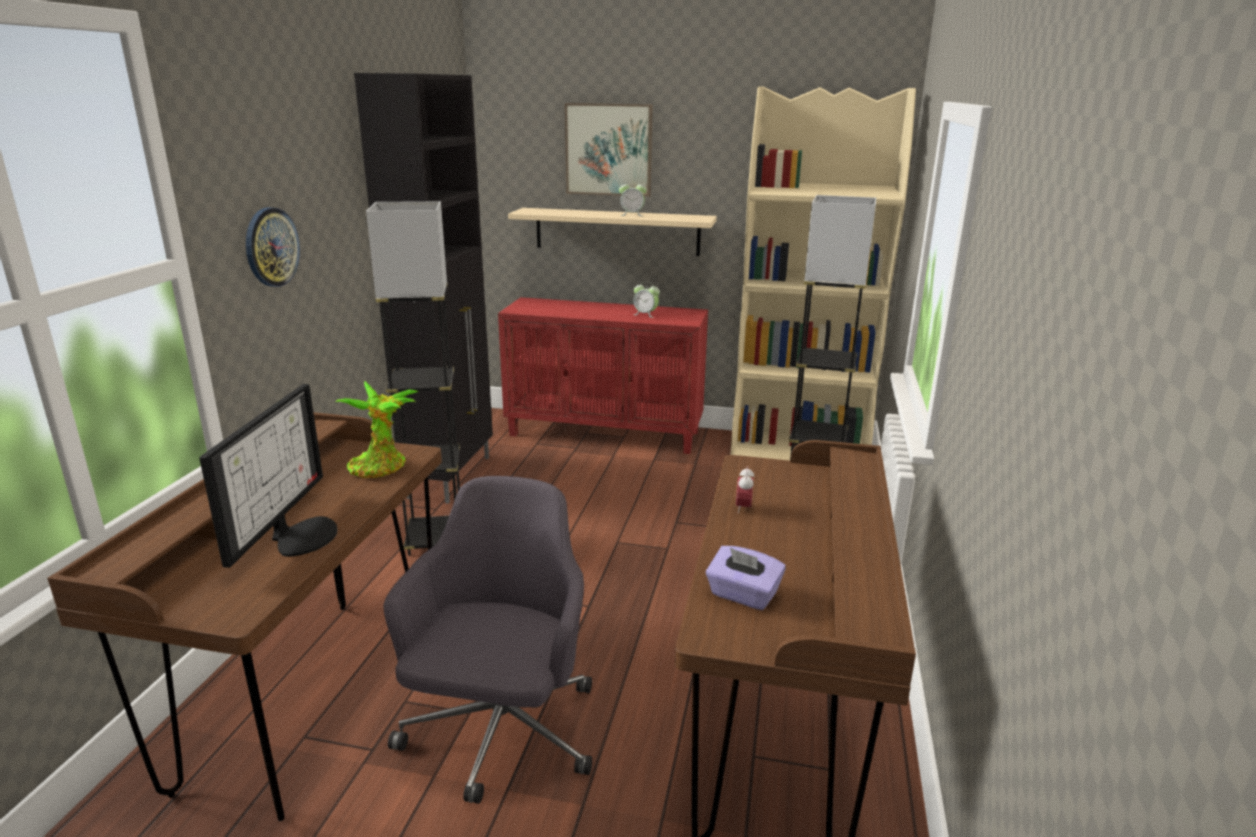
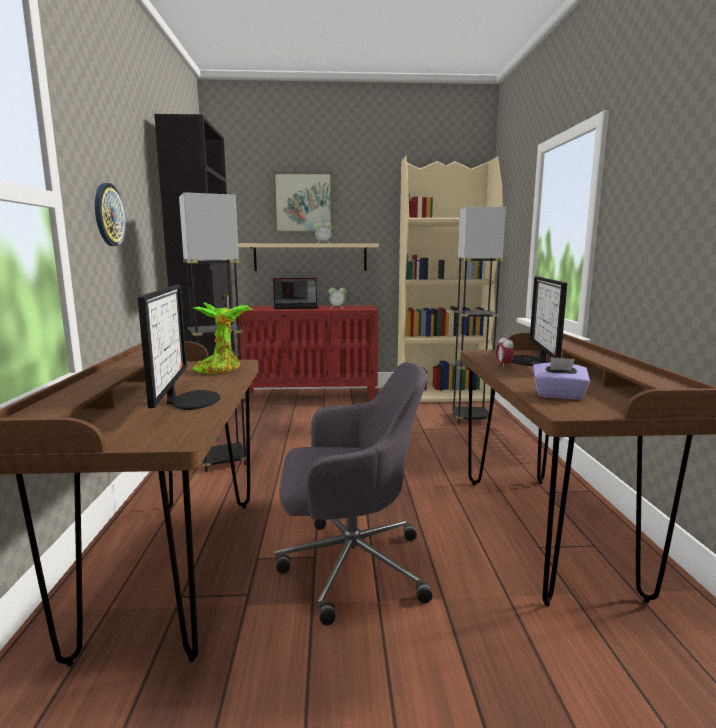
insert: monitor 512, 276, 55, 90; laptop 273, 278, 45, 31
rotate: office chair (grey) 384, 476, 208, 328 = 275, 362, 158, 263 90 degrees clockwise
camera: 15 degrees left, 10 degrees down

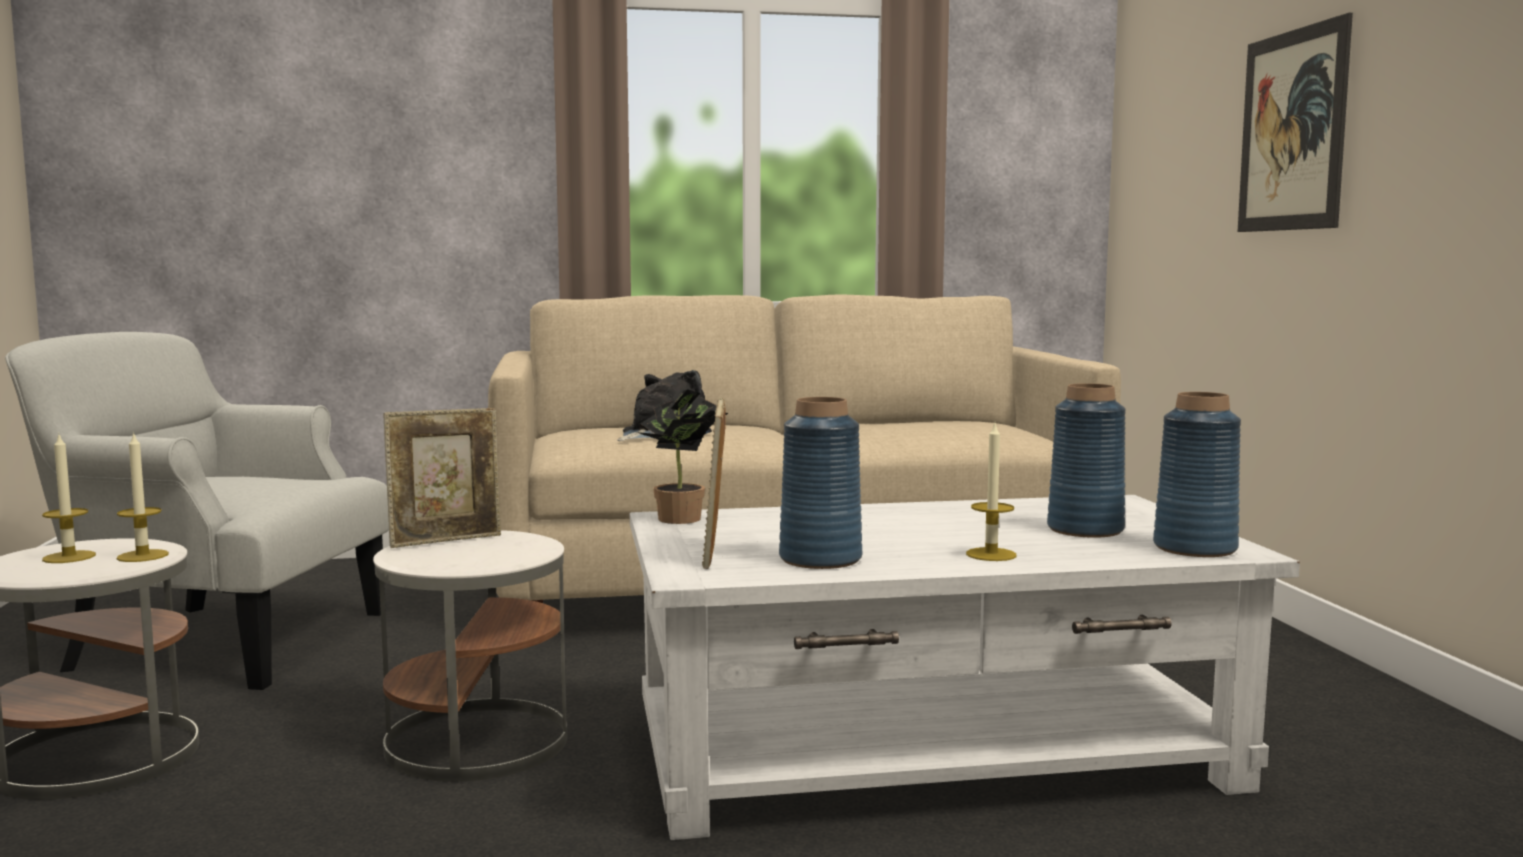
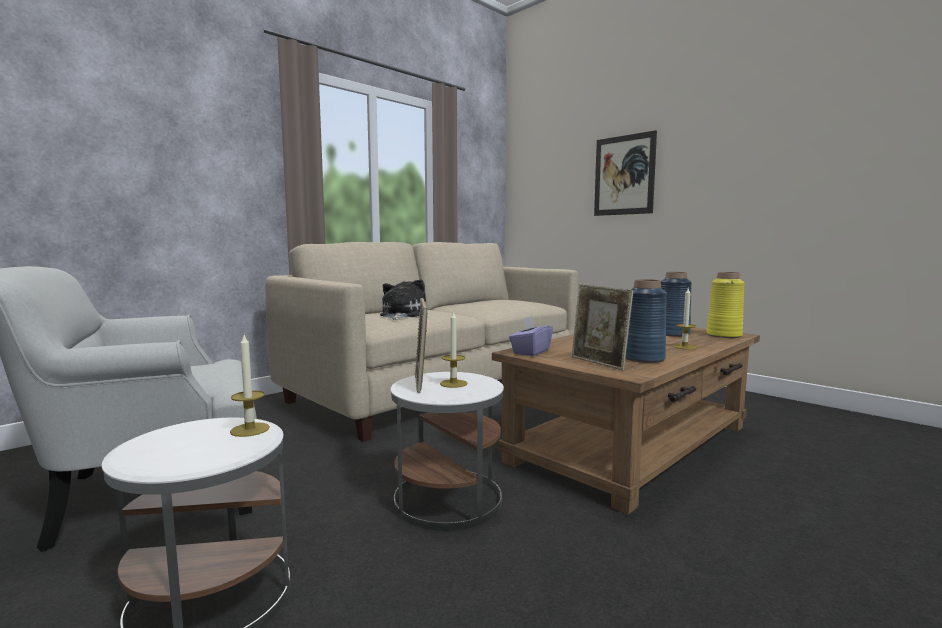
move: candle 42, 432, 54, 131 to 440, 310, 27, 78
replace: potted plant 637, 389, 91, 135 to tissue box (purple) 509, 316, 44, 40
recolor: vase (blue) 1153, 392, 88, 165 to vase (yellow) 706, 272, 38, 66; coffee table (white) 629, 495, 671, 345 to coffee table (brown) 492, 328, 268, 187
rotate: picture frame 383, 408, 118, 140 = 415, 298, 12, 95 150 degrees clockwise
camera: 35 degrees left, 0 degrees up

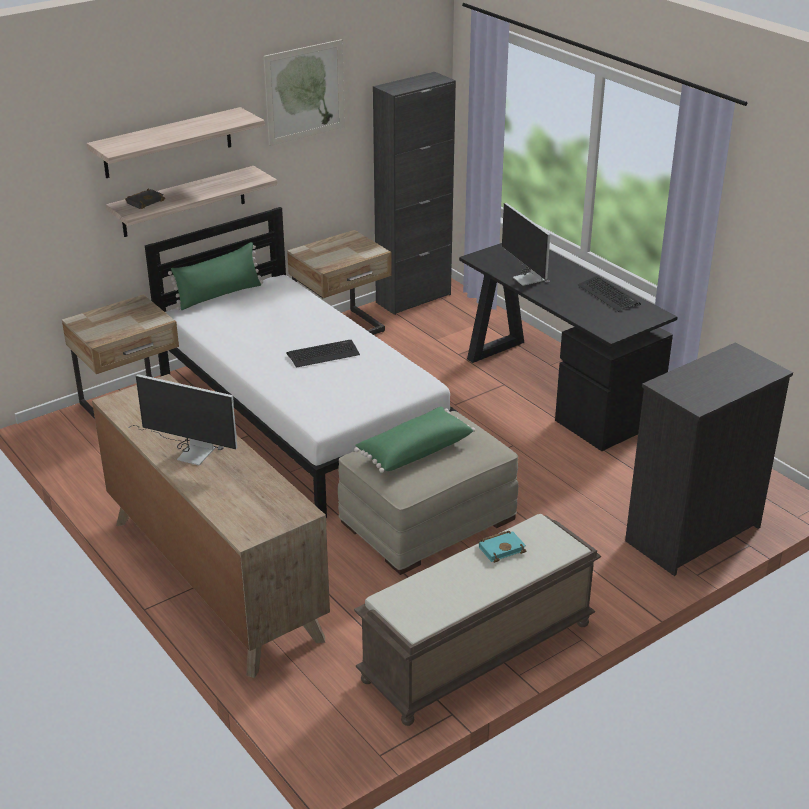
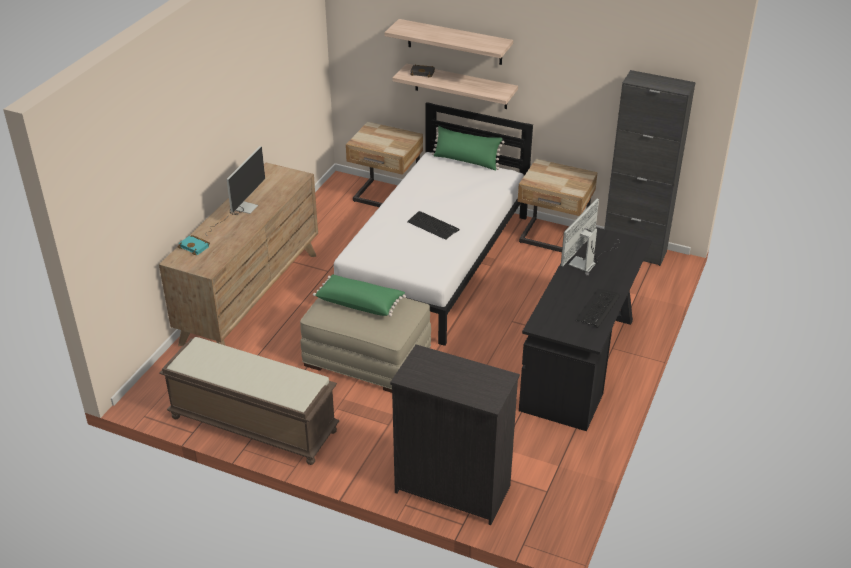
delete: picture 263, 39, 82, 107
move: book (turquoise) 478, 531, 48, 32 to 177, 235, 33, 20
rotate: monitor 128, 374, 109, 91 = 206, 146, 59, 90 150 degrees counterclockwise
camera: 60 degrees right, 5 degrees up

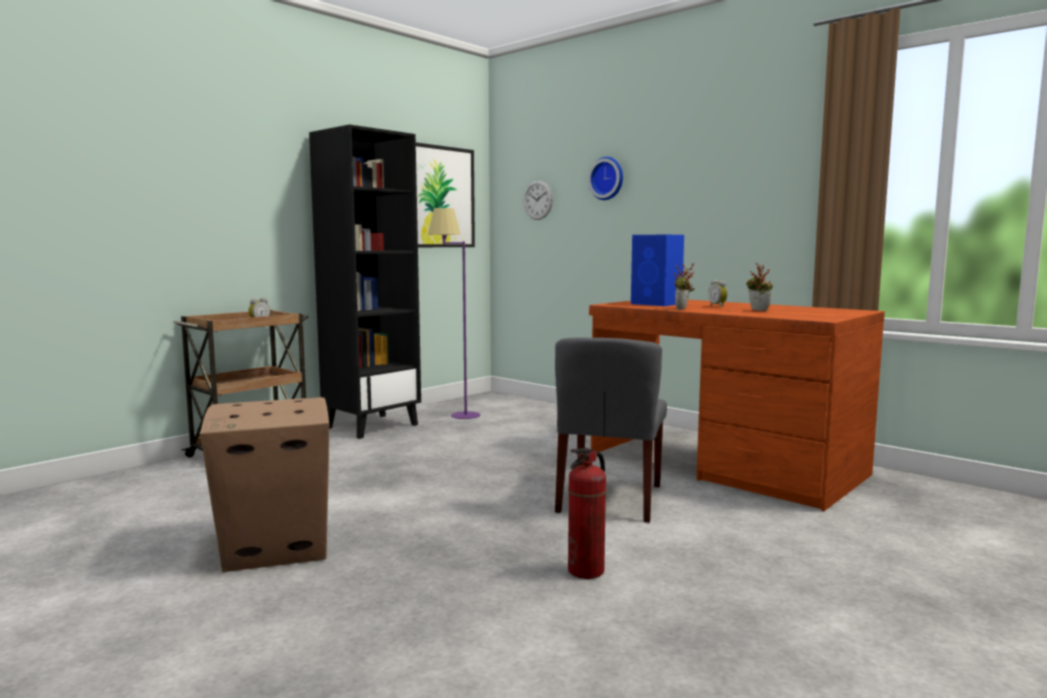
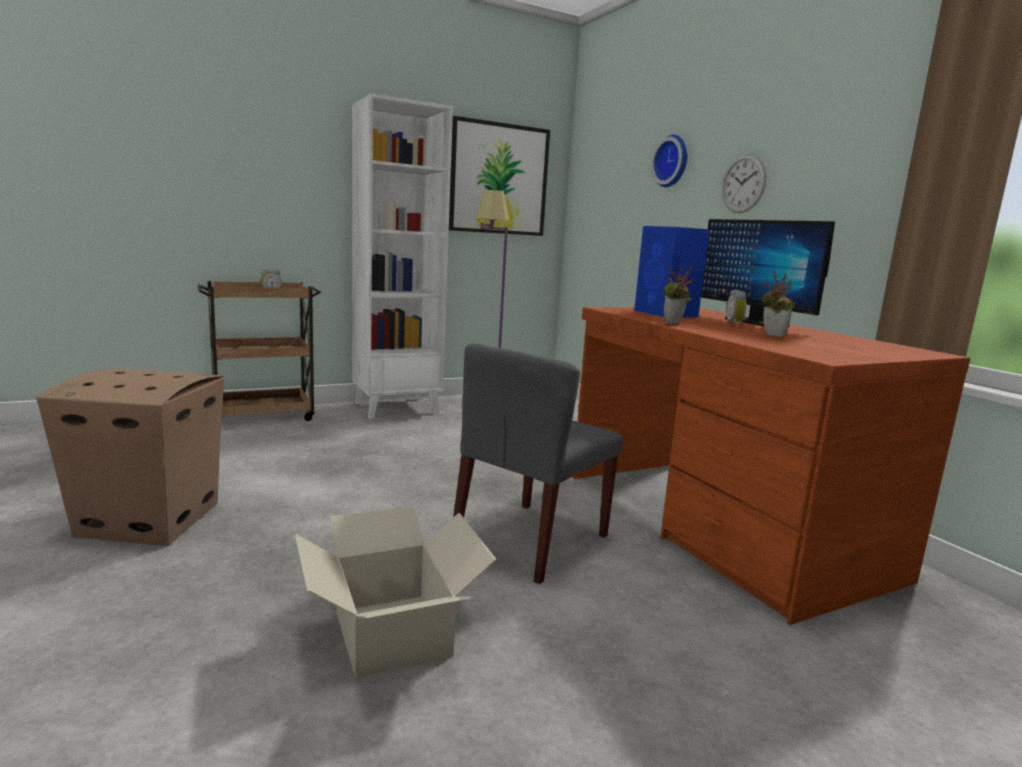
insert: monitor 701, 219, 134, 107
move: wall clock 524, 181, 29, 39 to 722, 154, 44, 59
replace: fire extinguisher 568, 448, 38, 131 to cardboard box 295, 506, 202, 173
recolor: bookcase (black) 309, 125, 112, 314 to bookcase (white) 352, 94, 101, 325
camera: 20 degrees right, 5 degrees up

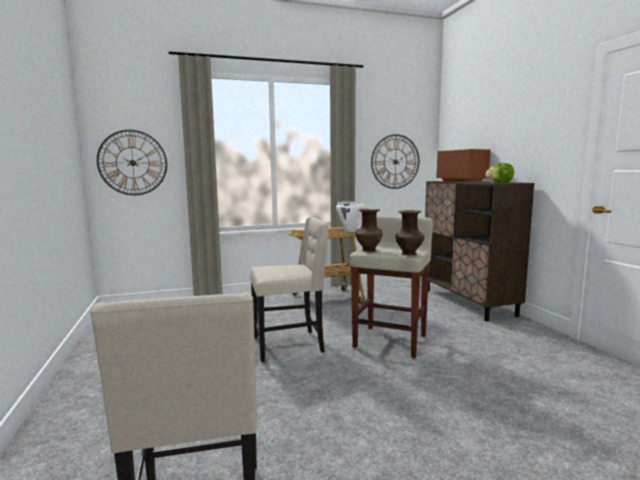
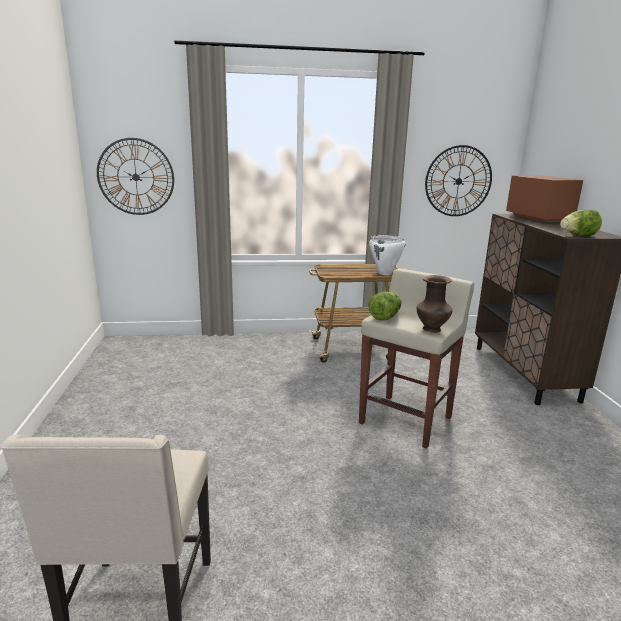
delete: chair (beige) 250, 217, 79, 145
replace: vase (brown) 355, 209, 27, 43 to lettuce 368, 292, 34, 29
camera: 10 degrees right, 10 degrees up

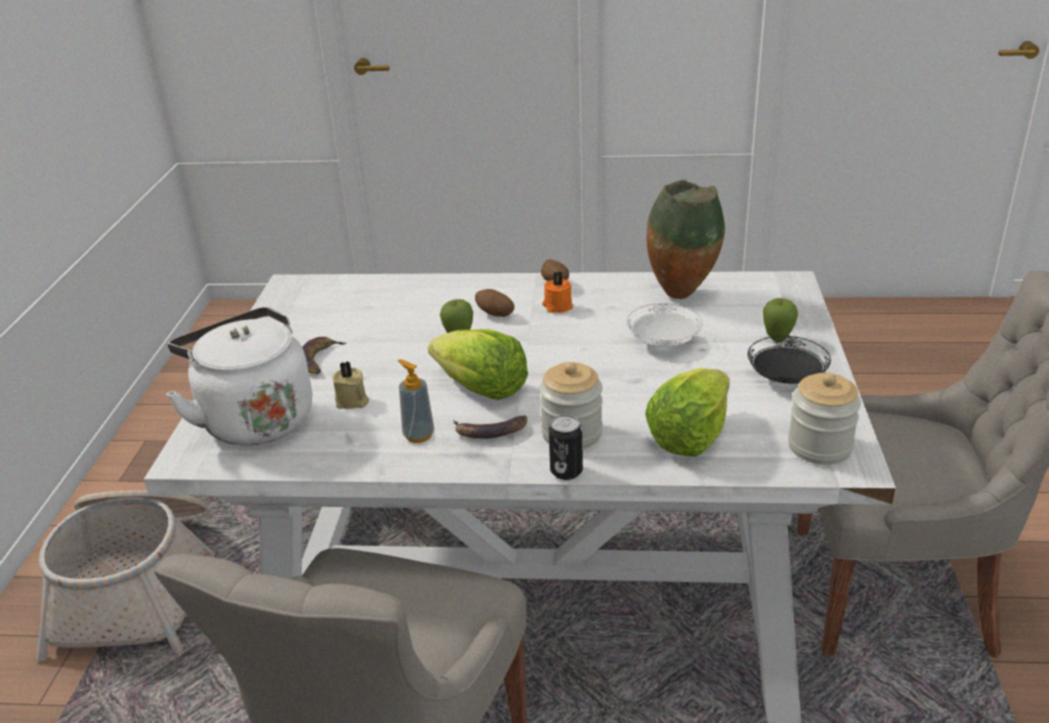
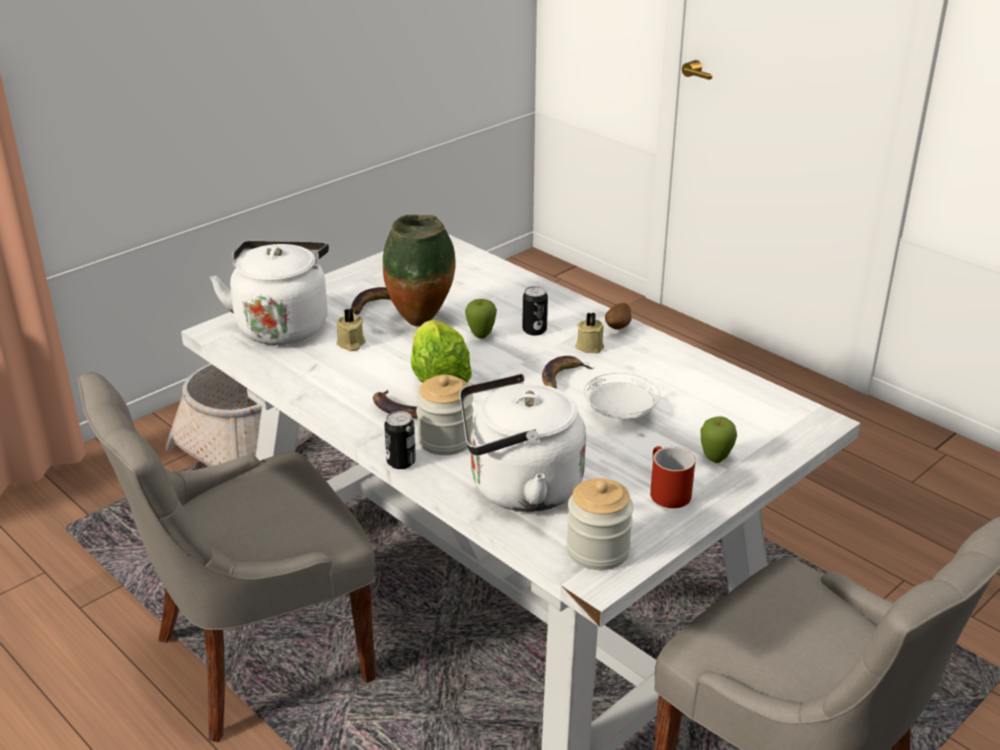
delete: soap dispenser 397, 359, 37, 84
insert: banana 542, 356, 52, 33
move: vase 646, 180, 79, 119 to 383, 215, 73, 111
replace: potato 475, 289, 39, 28 to can 522, 286, 26, 50; plate (black) 748, 336, 83, 48 to mug (red) 650, 446, 45, 62; lettuce 645, 368, 85, 89 to kettle (white) 459, 374, 127, 138
recolor: candle (orange) 542, 272, 31, 41 to candle (beige) 575, 312, 29, 41
camera: 40 degrees right, 0 degrees up

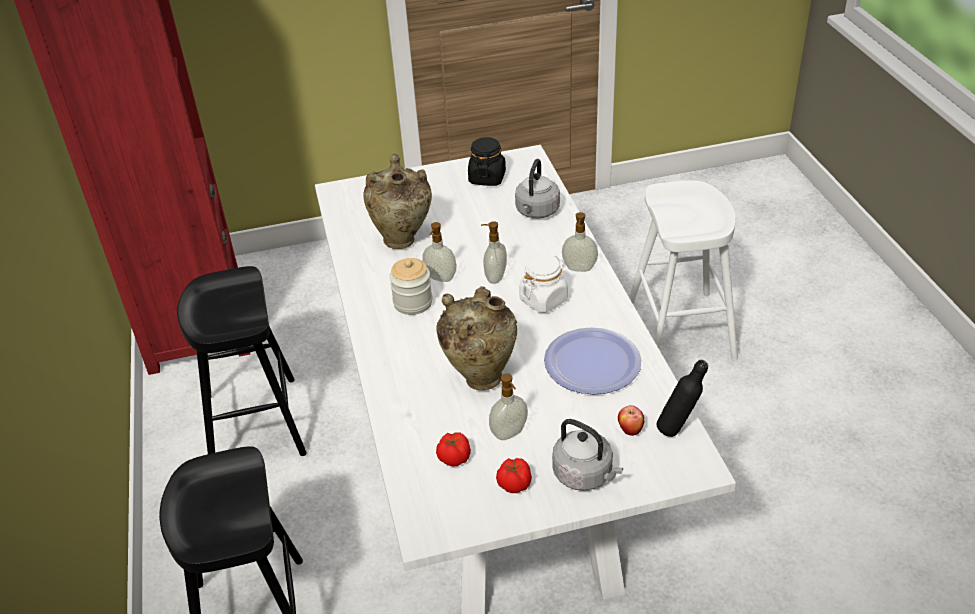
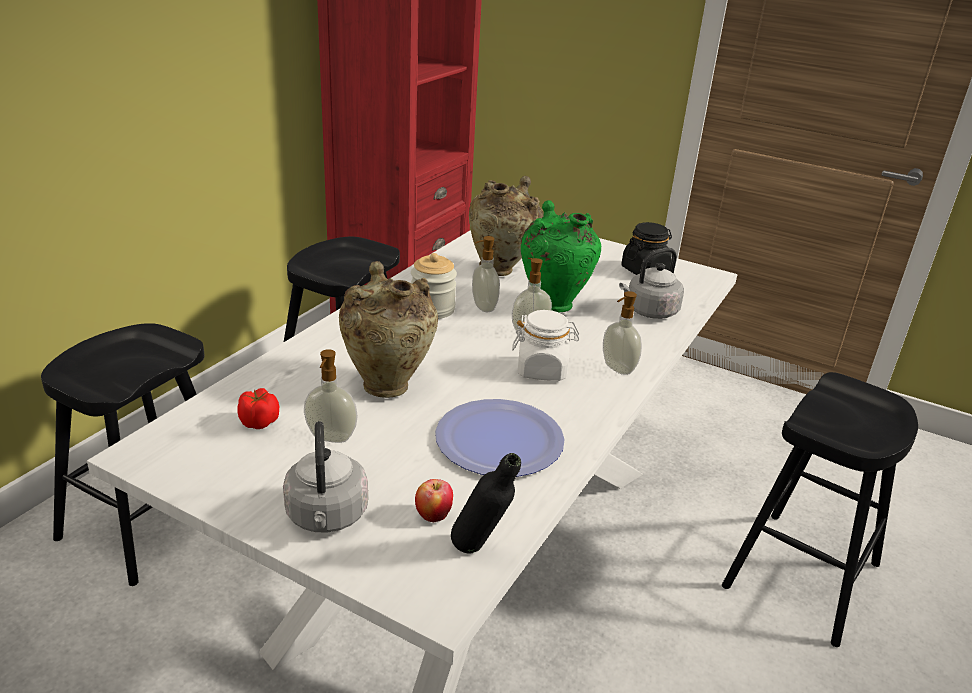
delete: tomato 496, 458, 36, 35
insert: vase (green) 521, 200, 80, 112
recolor: stool (white) 629, 180, 109, 180 to stool (black) 722, 372, 196, 275
camera: 40 degrees right, 10 degrees down

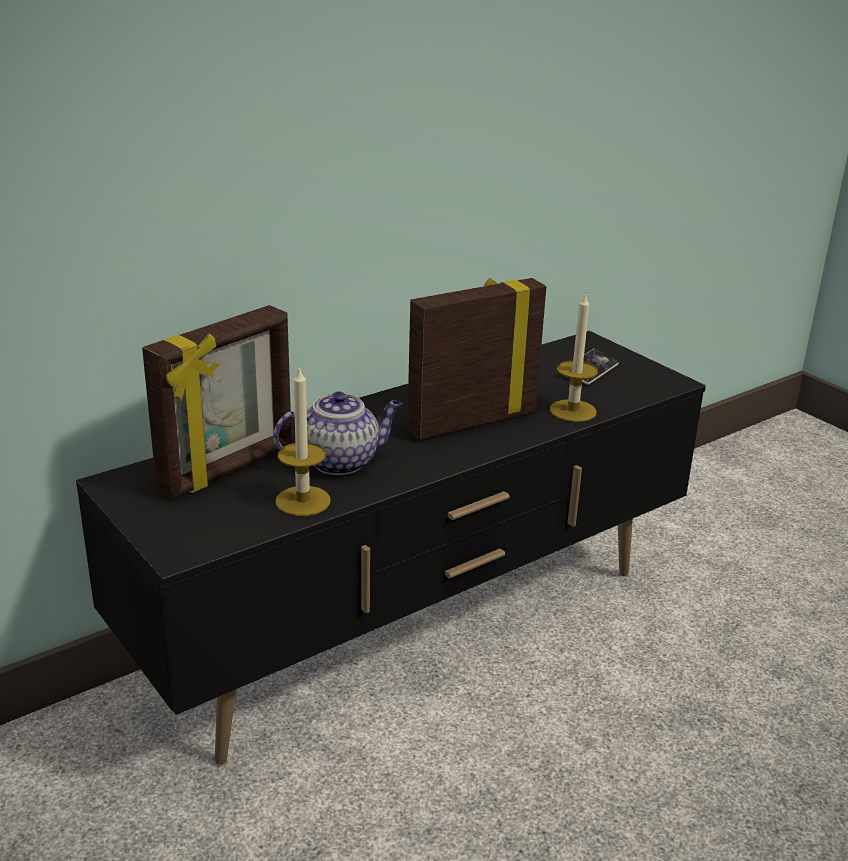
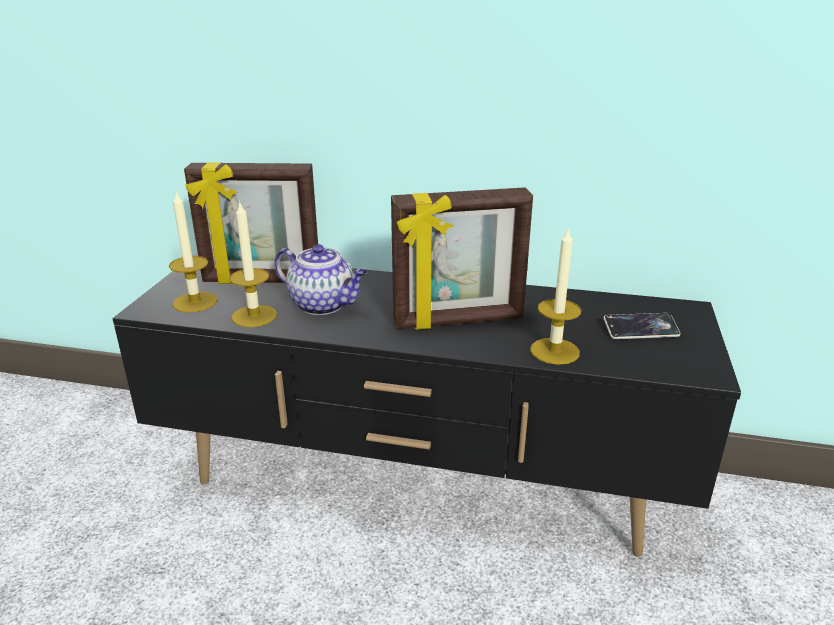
insert: candle 169, 192, 48, 121
rotate: picture frame 407, 278, 139, 162 = 391, 187, 142, 143 150 degrees clockwise
camera: 50 degrees right, 0 degrees up

